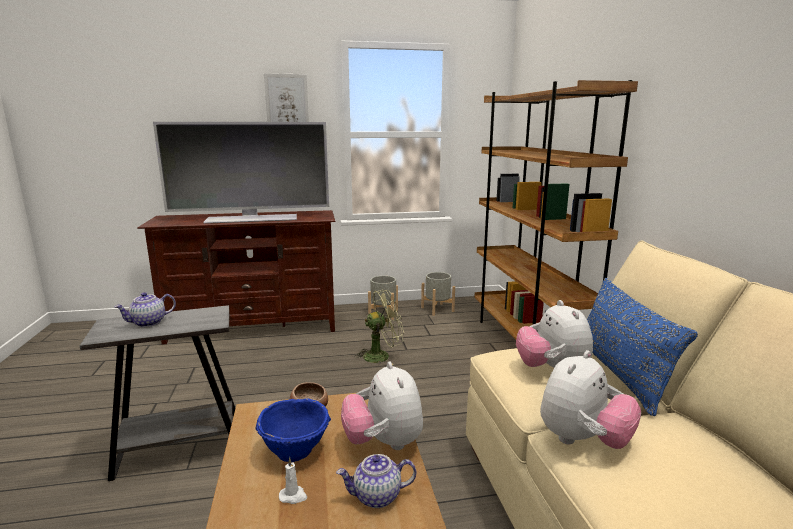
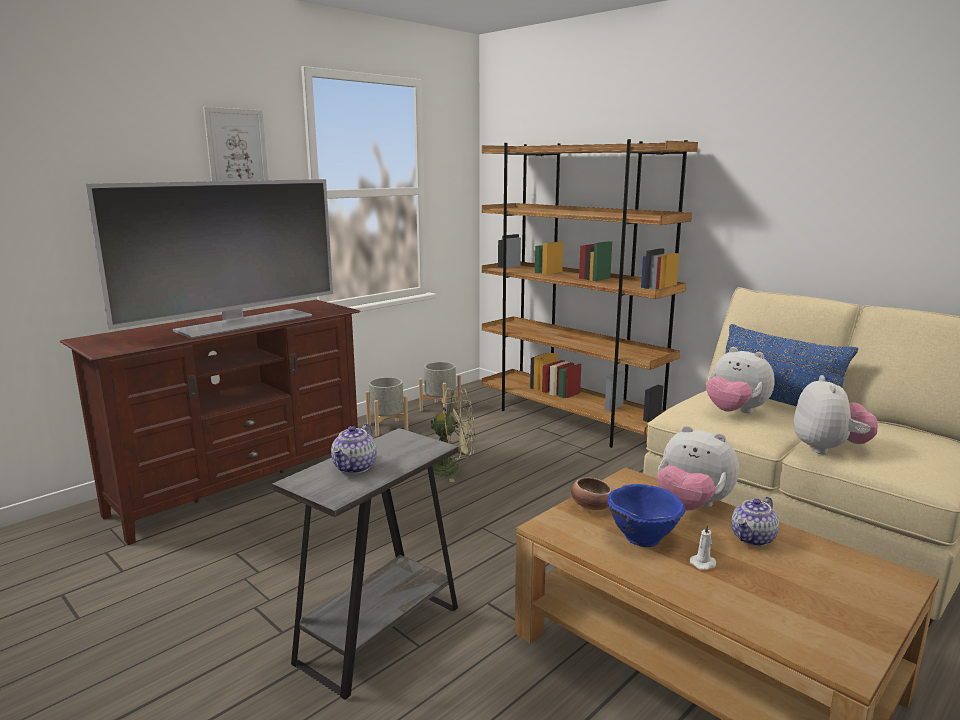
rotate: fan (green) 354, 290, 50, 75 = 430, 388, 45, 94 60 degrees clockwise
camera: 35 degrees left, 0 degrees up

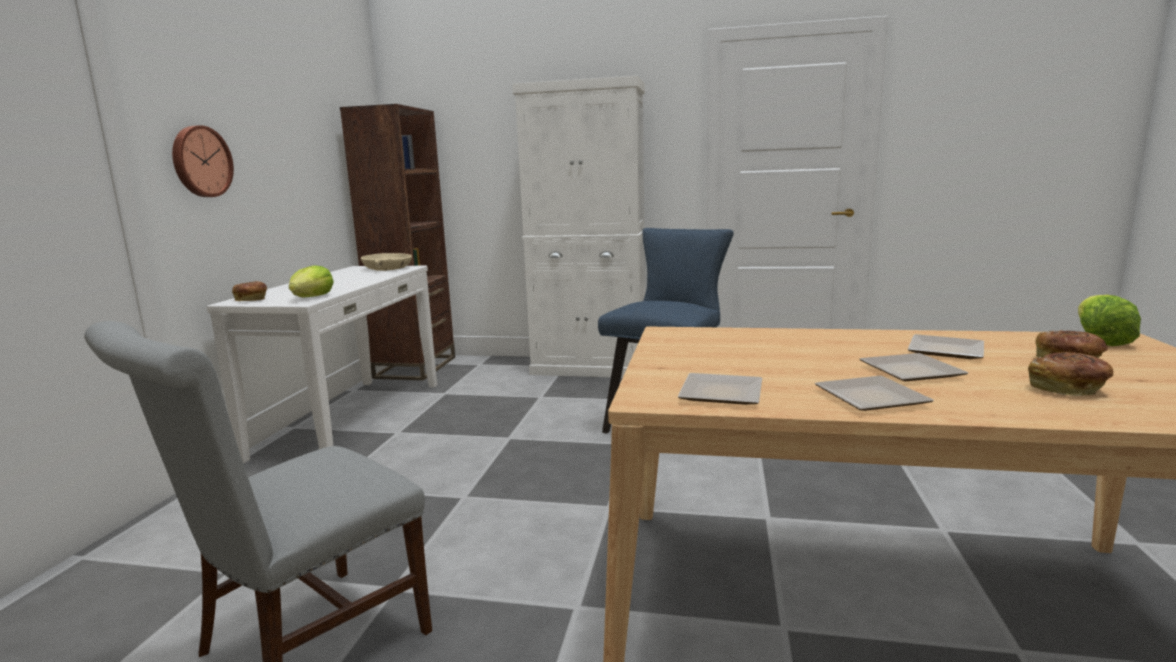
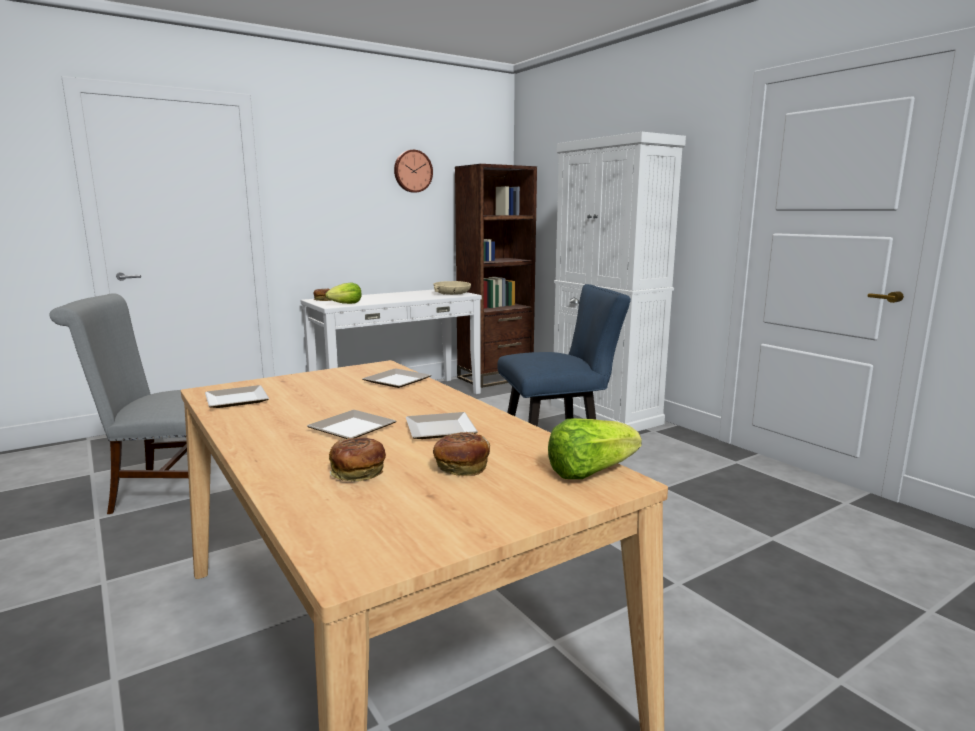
move: wall clock 172, 125, 62, 72 to 394, 150, 39, 43; plate 815, 376, 119, 35 to 363, 368, 68, 20
camera: 45 degrees right, 0 degrees up

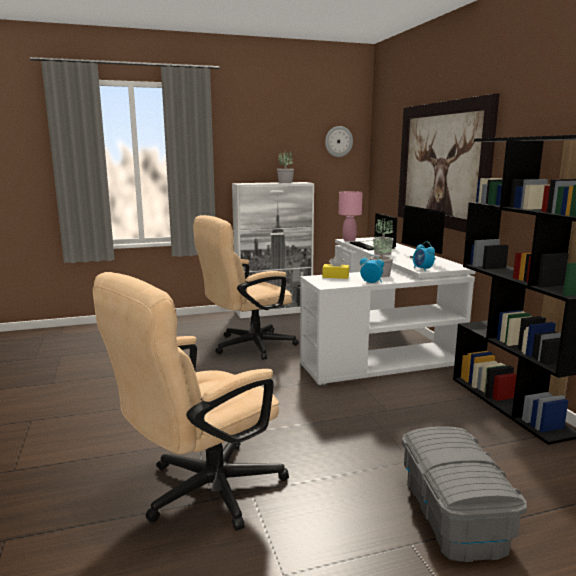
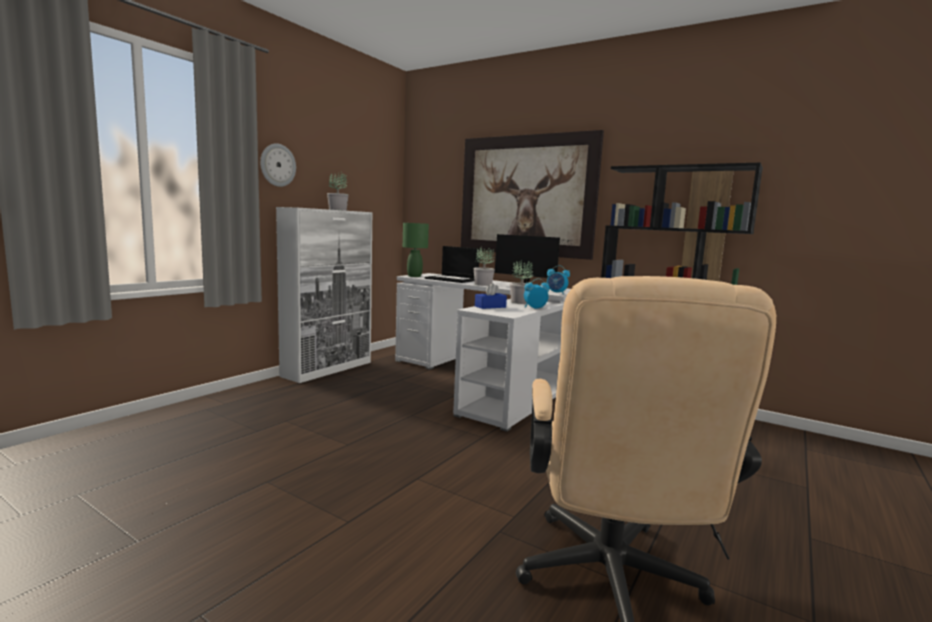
delete: office chair (beige) 193, 215, 106, 145; storage box (grey) 402, 426, 125, 136
move: wall clock 325, 126, 28, 31 to 260, 143, 36, 44
recolor: table lamp (pink) 339, 191, 24, 50 to table lamp (green) 403, 223, 26, 54; tissue box (yellow) 322, 256, 27, 23 to tissue box (blue) 475, 283, 32, 26
camera: 40 degrees left, 5 degrees down

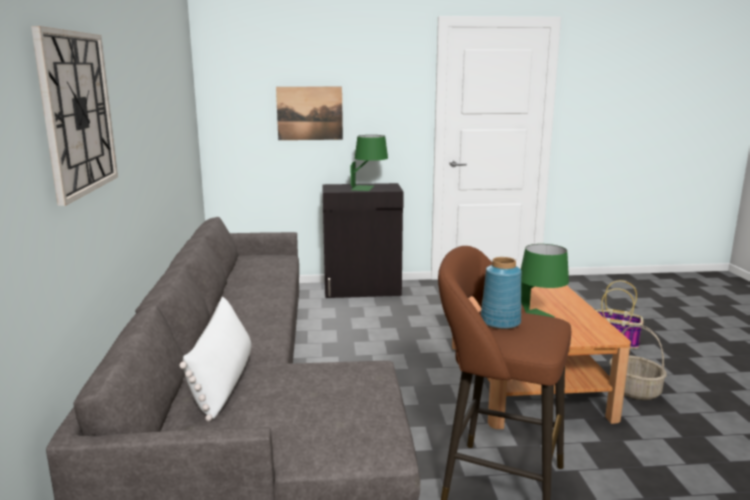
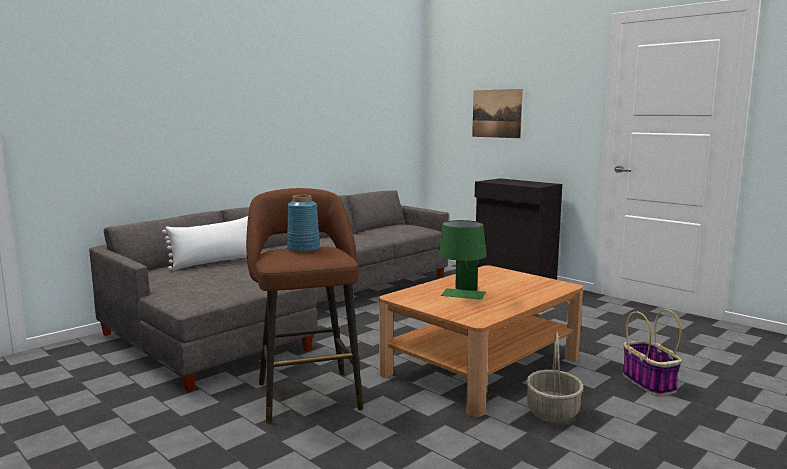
delete: wall clock 31, 26, 87, 180; table lamp (green) 351, 135, 37, 56
camera: 50 degrees right, 5 degrees down

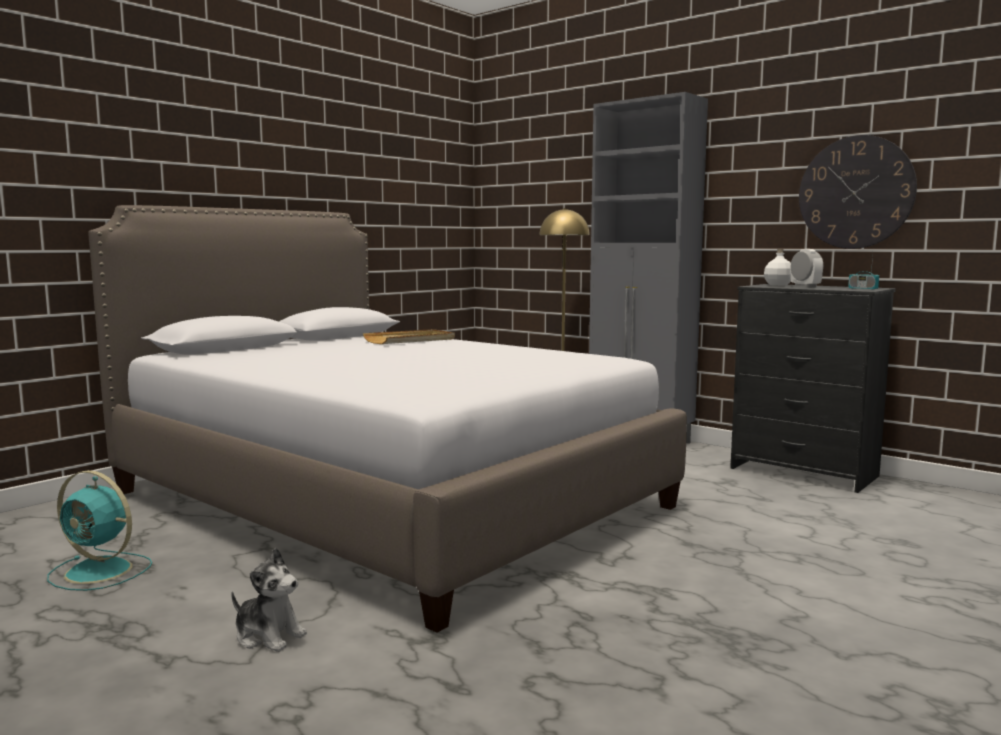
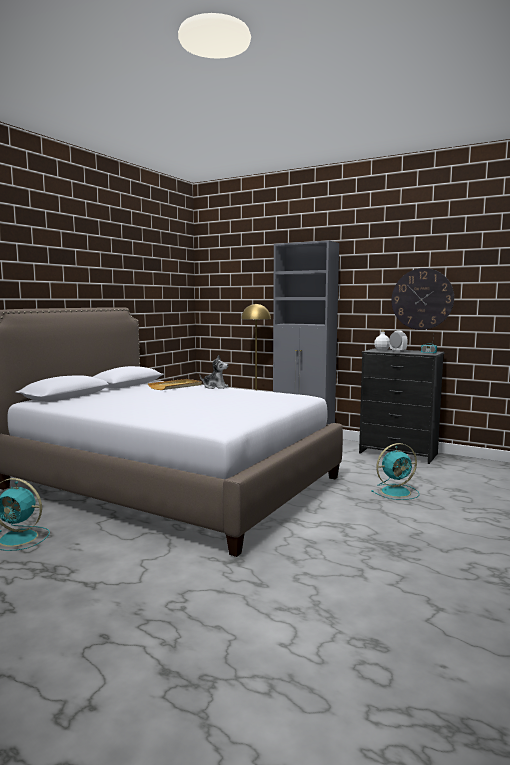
insert: fan (turquoise) 371, 443, 48, 57
move: plush toy 231, 548, 76, 104 to 200, 355, 28, 34
camera: 10 degrees left, 0 degrees up

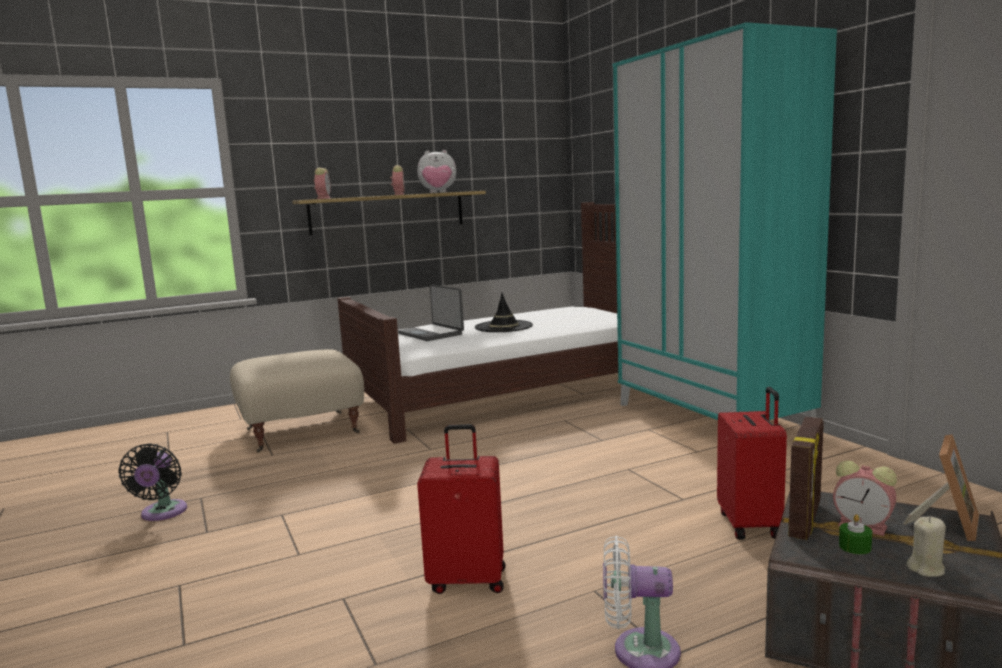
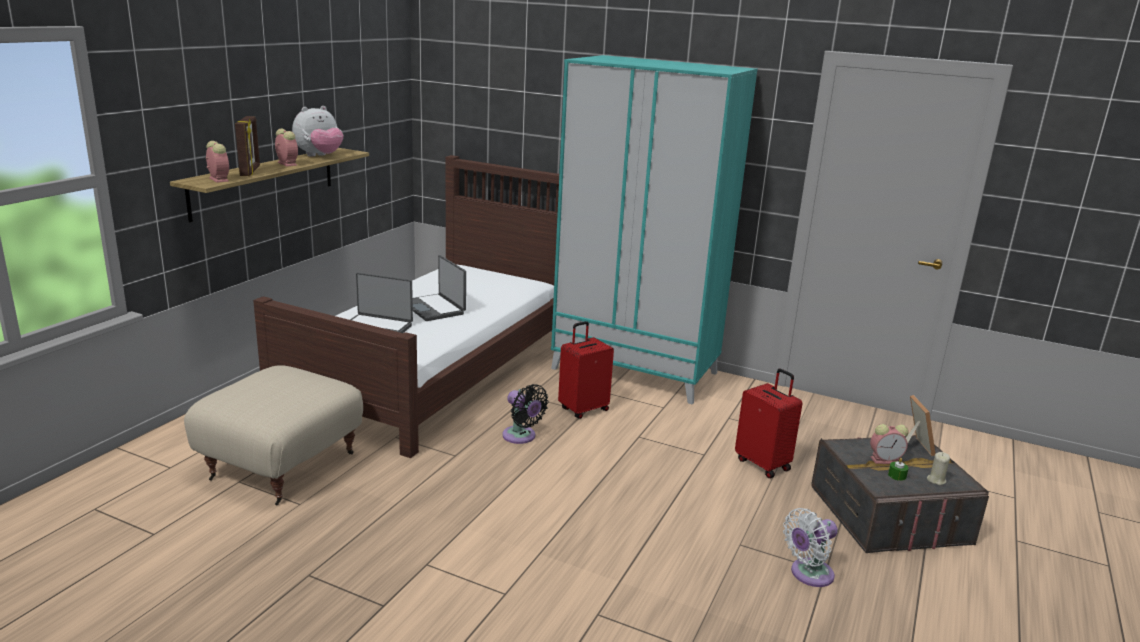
move: picture frame 788, 417, 36, 123 to 235, 116, 25, 60; suitcase (red) 417, 424, 88, 170 to 558, 321, 56, 98; fan (black) 118, 444, 69, 77 to 502, 384, 47, 60
replace: hat (black) 475, 293, 58, 39 to laptop 413, 255, 53, 66
camera: 40 degrees left, 10 degrees up

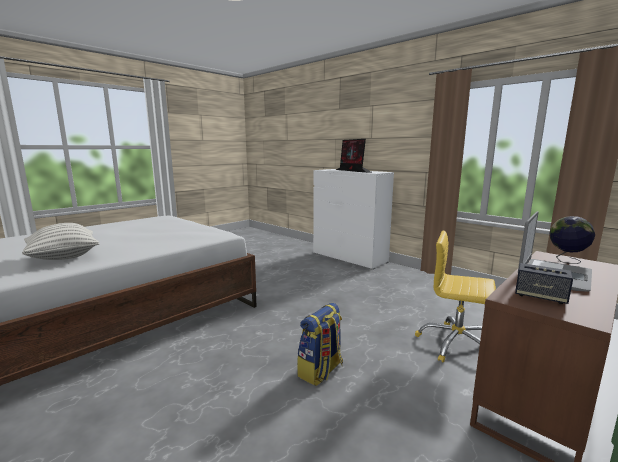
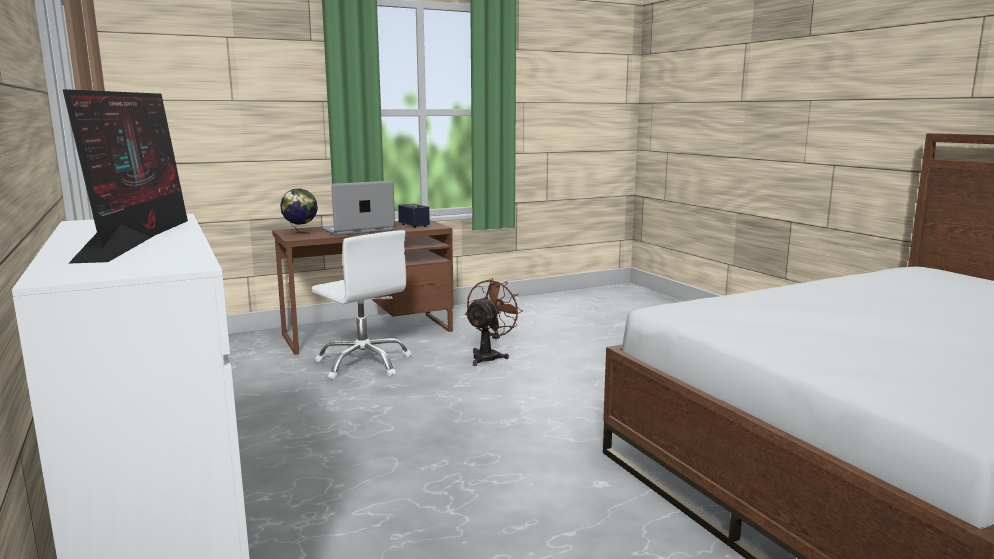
delete: pillow 22, 223, 78, 37; backpack 297, 303, 46, 83
insert: fan (brown) 465, 278, 58, 88
recolor: office chair (yellow) 415, 231, 81, 131 to office chair (white) 312, 230, 100, 150
camera: 160 degrees left, 0 degrees up

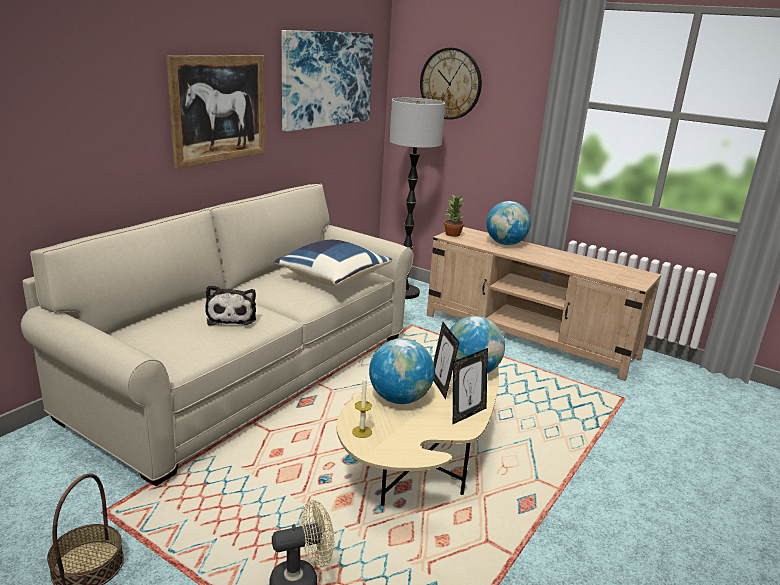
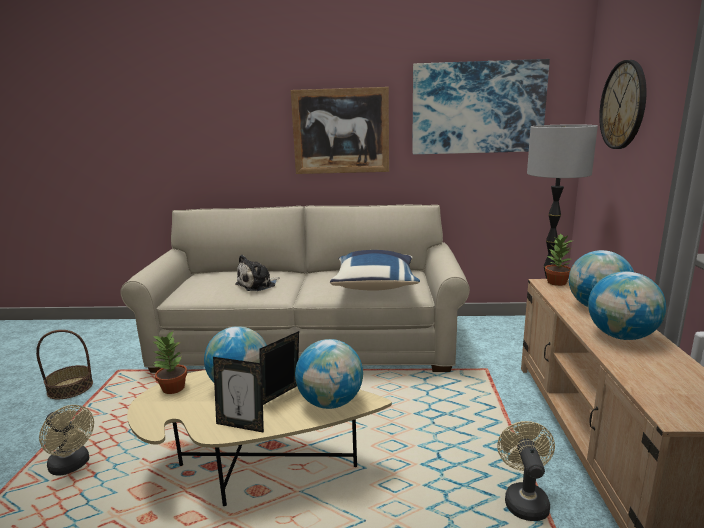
insert: globe 588, 272, 78, 68; fan (beige) 497, 421, 58, 100
replace: candle 352, 376, 20, 62 to potted plant 152, 331, 35, 63
camera: 60 degrees right, 5 degrees down

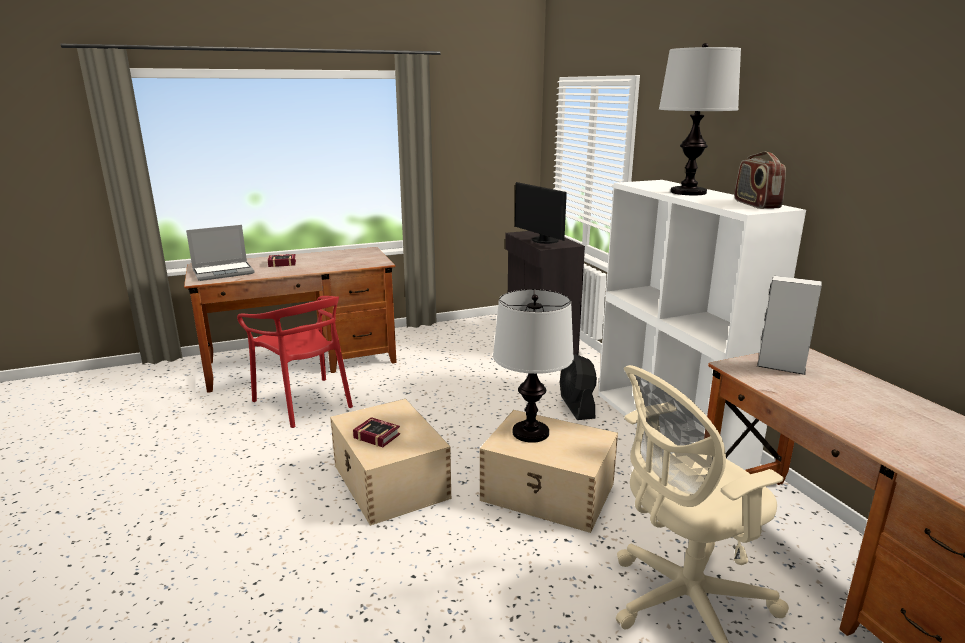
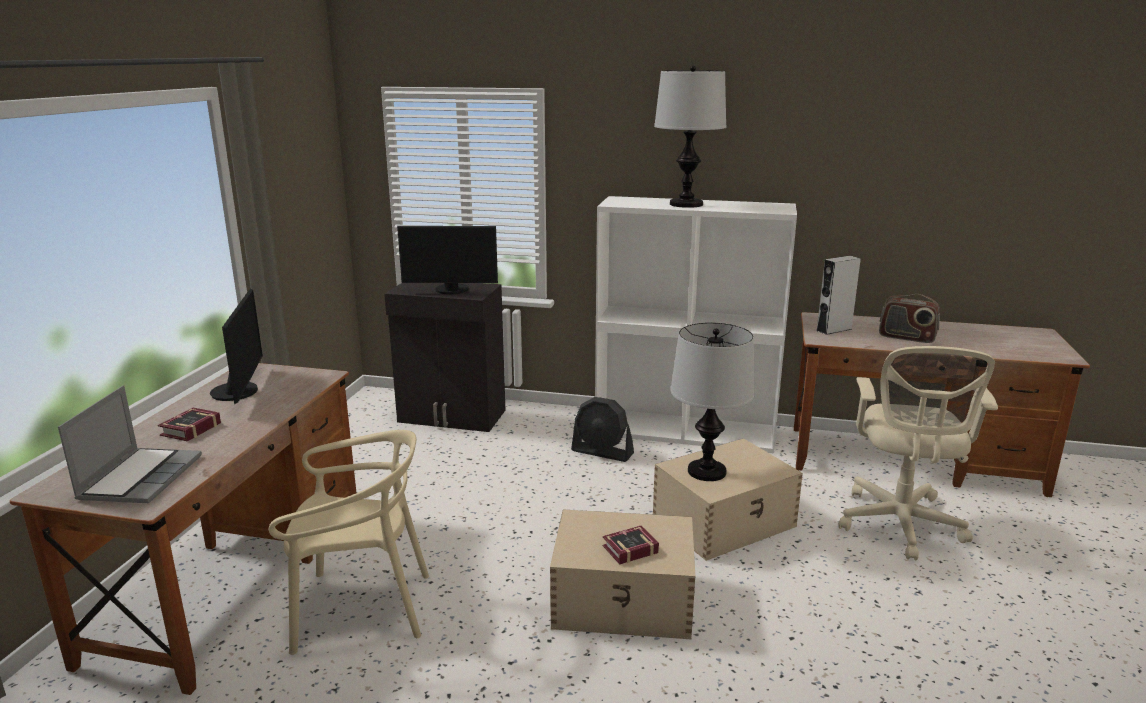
insert: monitor 210, 289, 53, 115
move: radio 734, 151, 52, 58 to 879, 294, 61, 49
recolor: chair (red) 237, 296, 116, 132 to chair (beige) 269, 430, 160, 225
camera: 55 degrees left, 0 degrees up

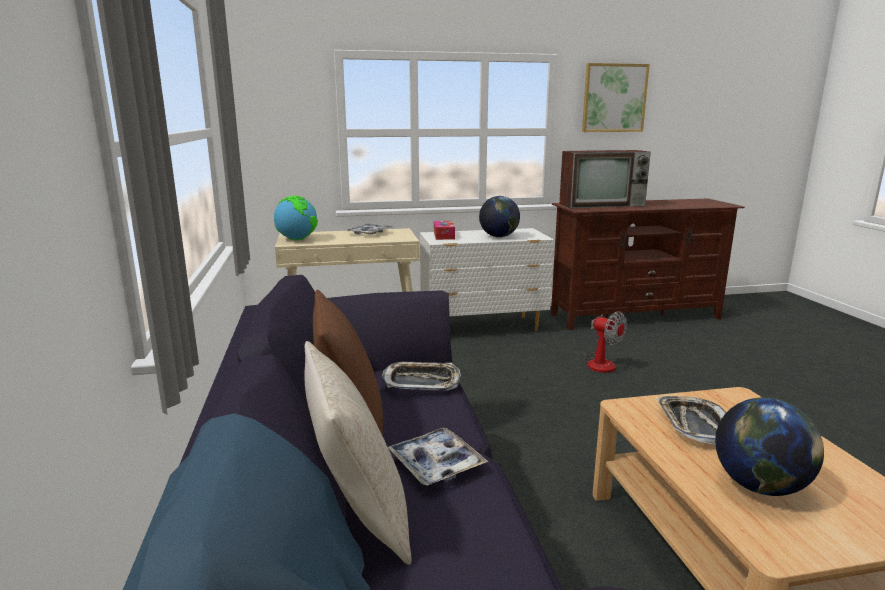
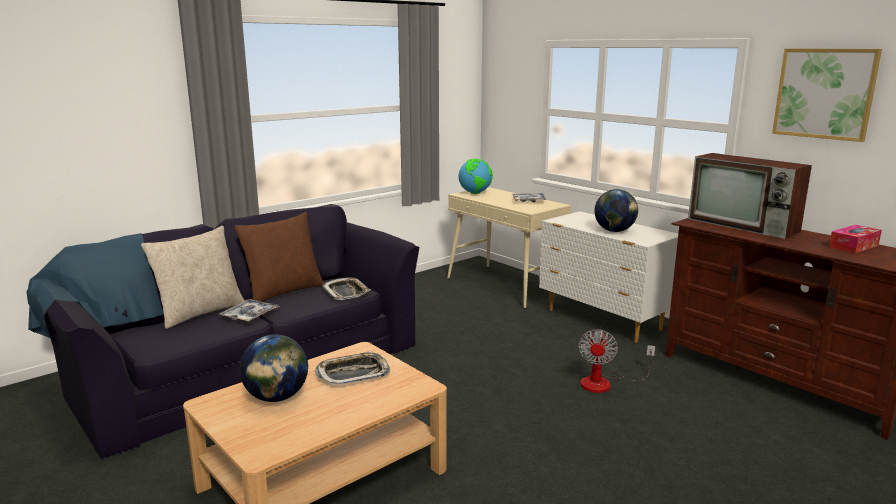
move: tissue box 434, 221, 21, 19 to 829, 225, 53, 28
camera: 60 degrees right, 0 degrees up

